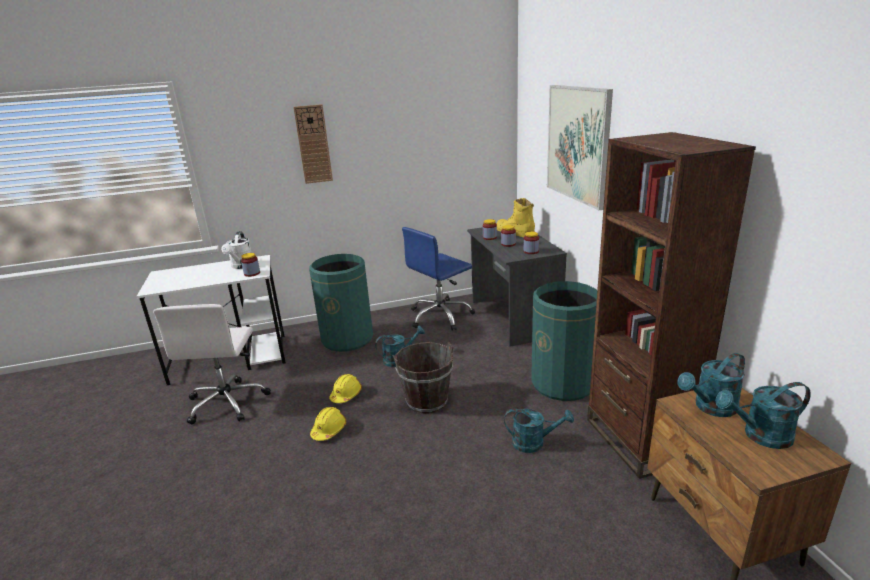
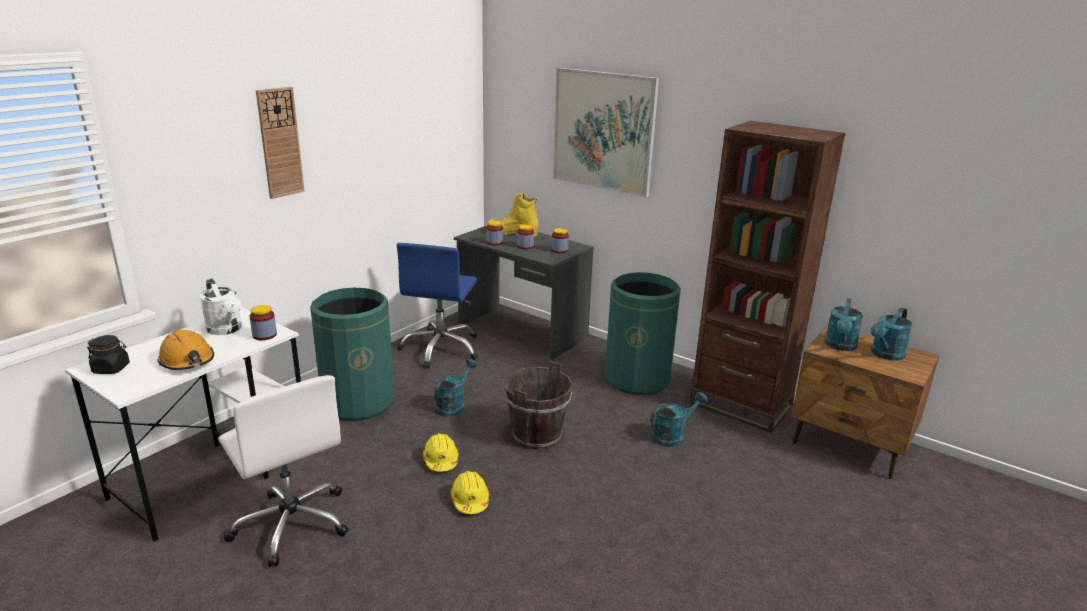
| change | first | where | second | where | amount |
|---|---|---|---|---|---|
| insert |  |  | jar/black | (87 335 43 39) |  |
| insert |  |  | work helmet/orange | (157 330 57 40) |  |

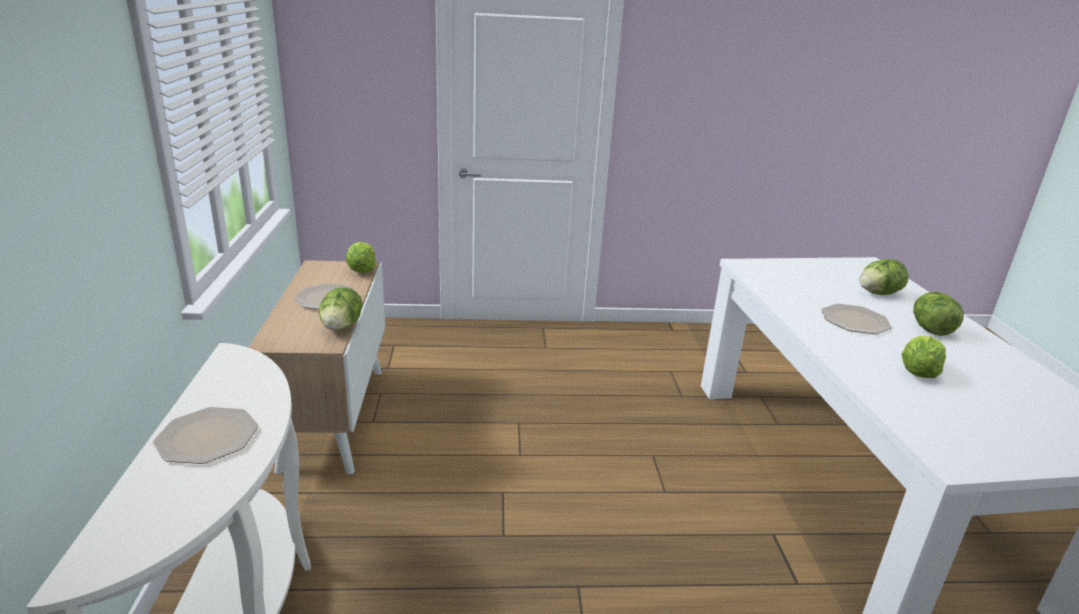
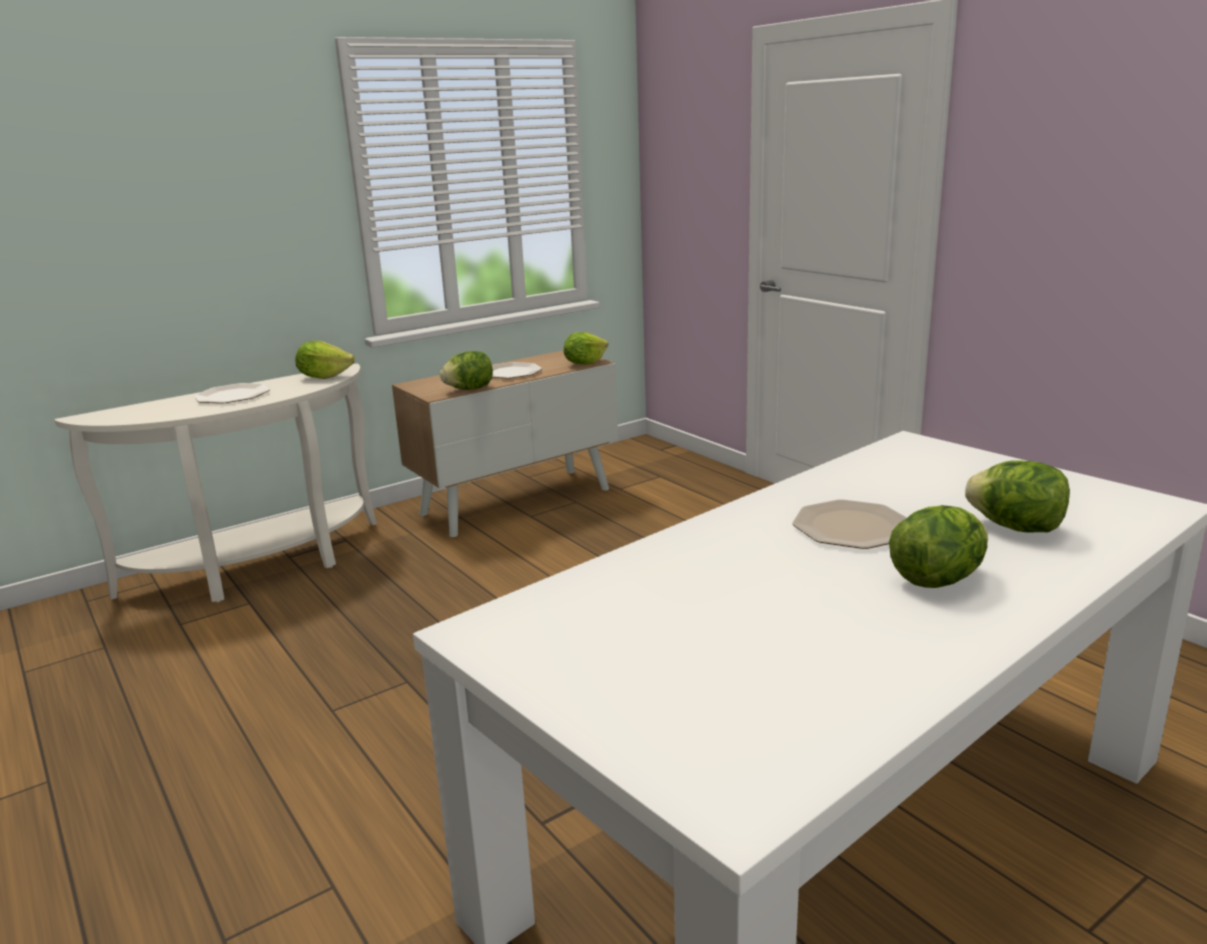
| change | first | where | second | where | amount |
|---|---|---|---|---|---|
| move | lettuce | (902 336 44 42) |  | (295 341 60 38) |  |

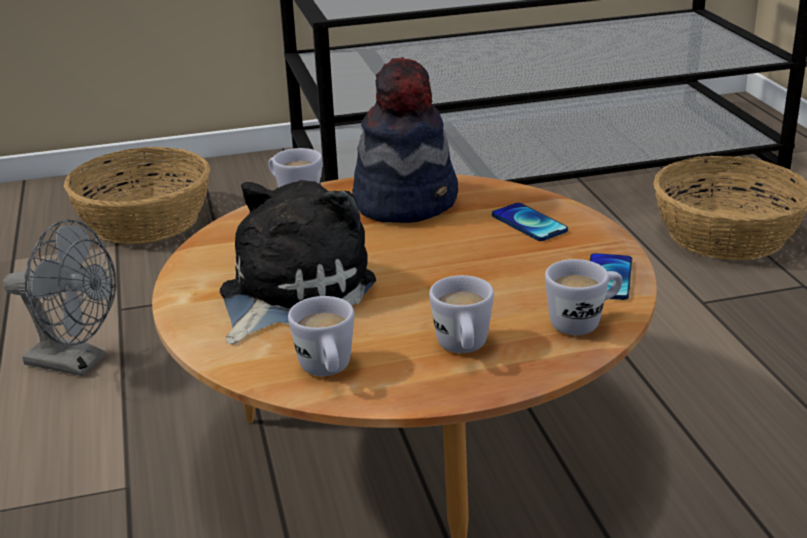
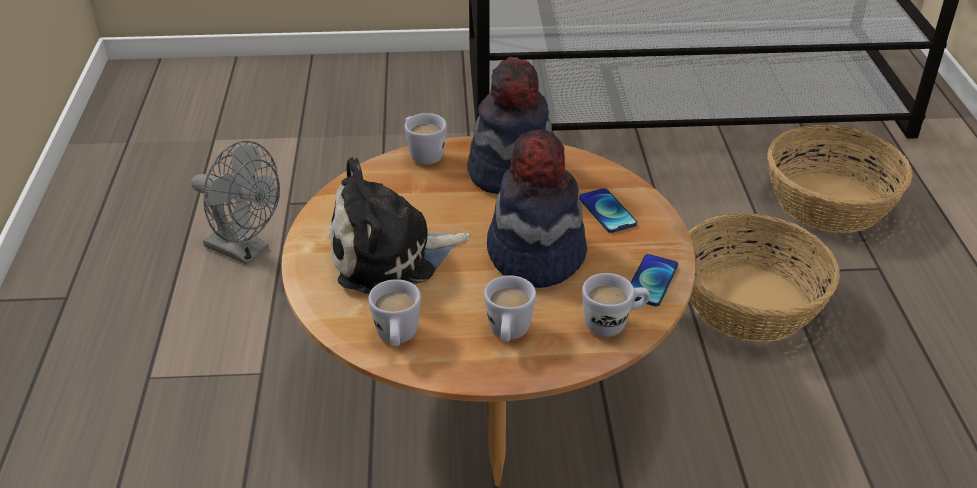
| change | first | where | second | where | amount |
|---|---|---|---|---|---|
| rotate | soft toy | (220 180 156 165) |  | (329 157 141 137) | 150 degrees counterclockwise |
| insert |  |  | clothing hat | (487 129 100 159) |  |
| move | household basket | (64 147 146 97) |  | (689 214 151 128) |  |

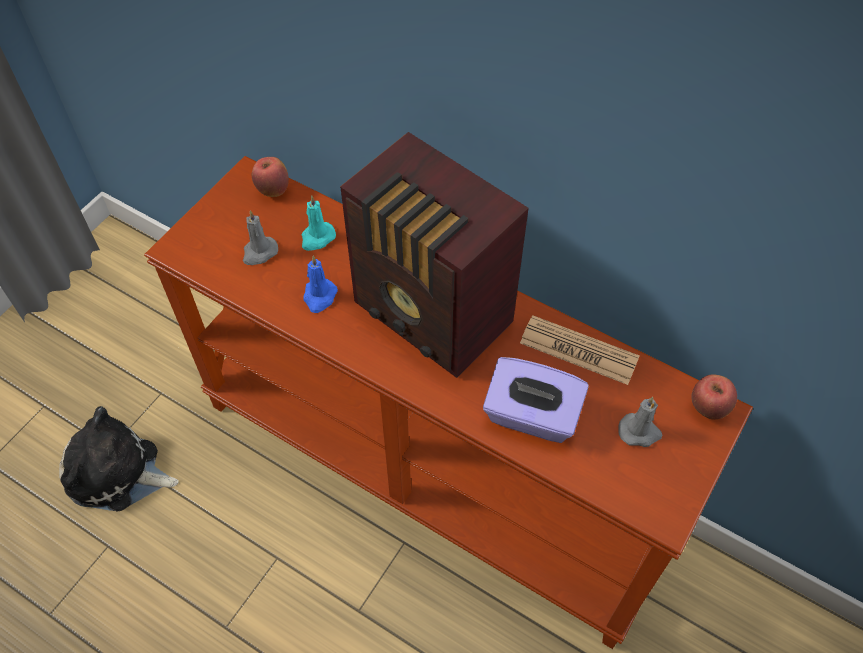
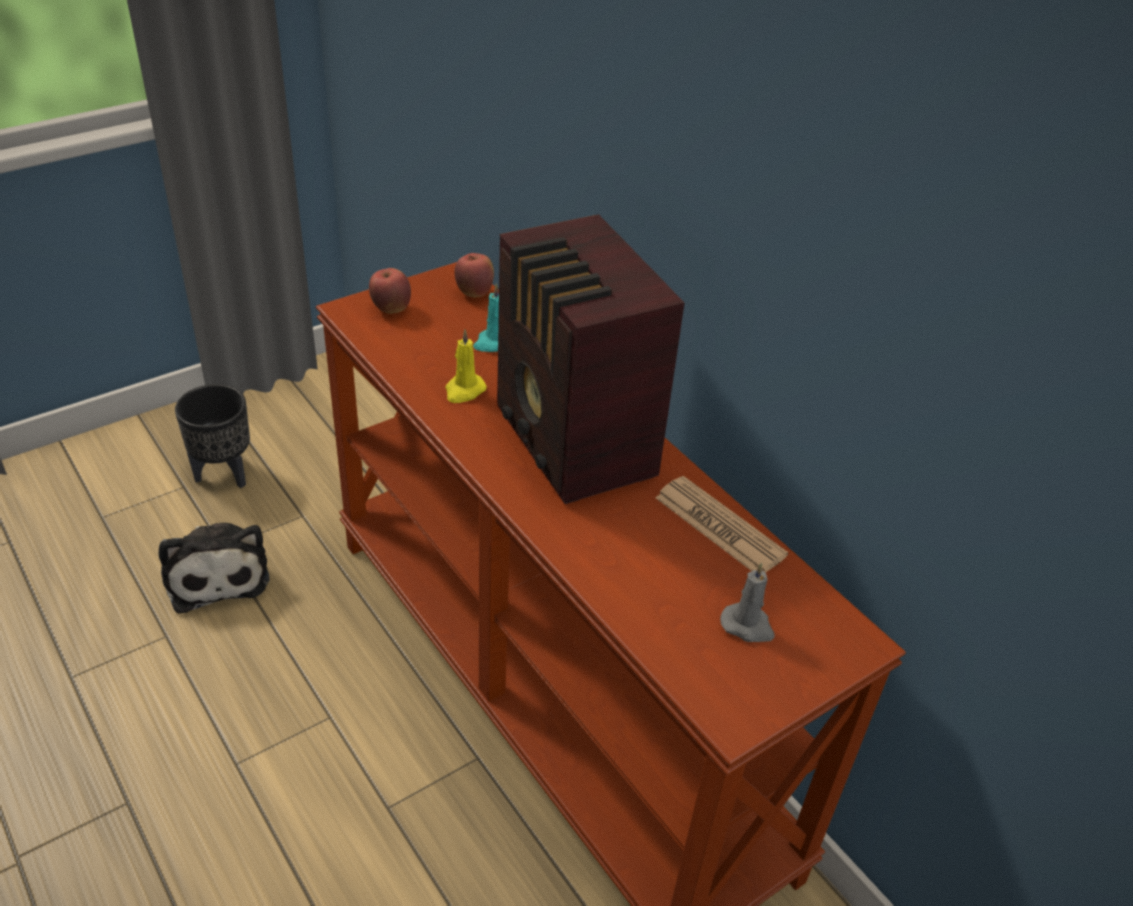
| change | first | where | second | where | amount |
|---|---|---|---|---|---|
| rotate | soft toy | (59 406 120 106) |  | (159 523 110 91) | 150 degrees counterclockwise |
| insert |  |  | flower pot/black | (175 384 75 104) |  |
| move | apple | (691 374 46 46) |  | (369 268 42 46) |  |
| recolor | candle/blue | (303 255 35 58) | candle/yellow | (445 329 42 74) |  |
| delete | candle/greyish | (243 210 35 55) |  |  |  |
| delete | tissue box/purple-coloured | (483 357 105 86) |  |  |  |

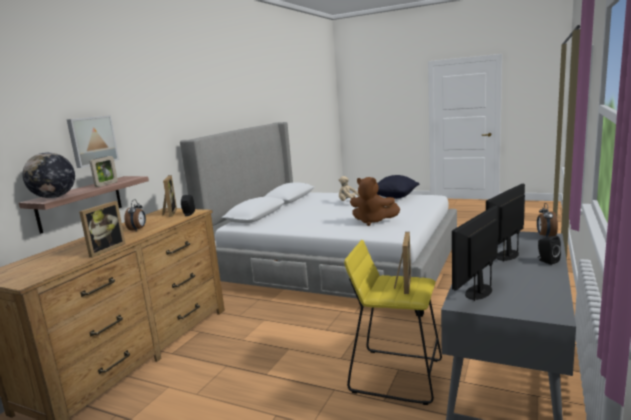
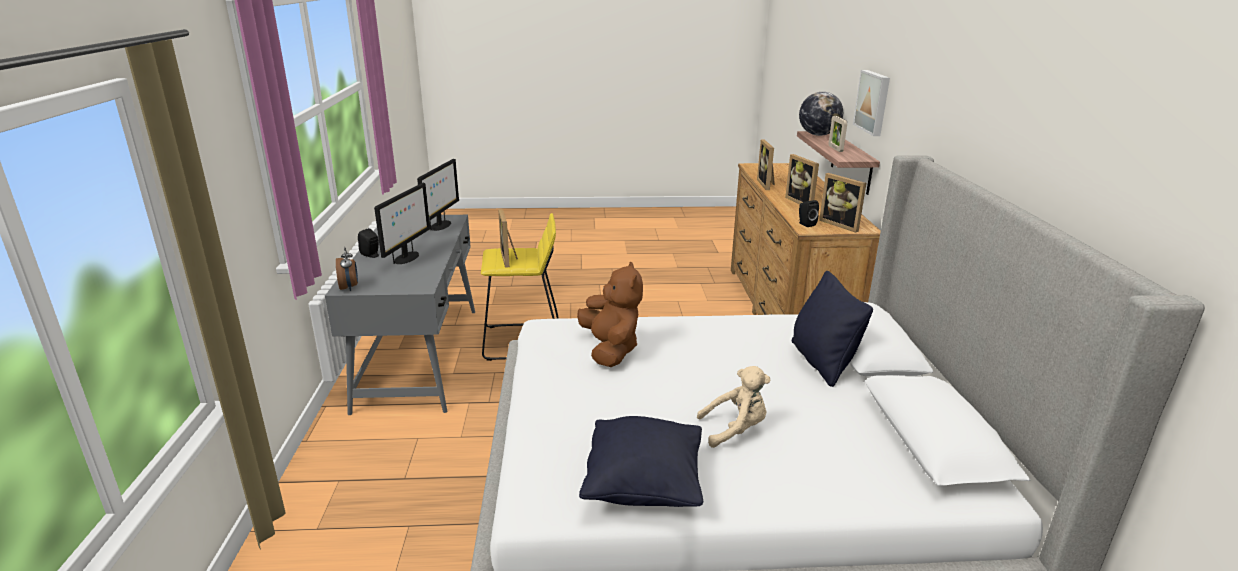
| change | first | where | second | where | amount |
|---|---|---|---|---|---|
| rotate | soft toy/brownish | (350 177 51 49) |  | (577 261 66 106) | 75 degrees clockwise |
| replace | bedside clock | (124 200 22 31) | photo frame | (785 154 34 50) |  |
| insert |  |  | cushion/black | (792 271 81 116) |  |

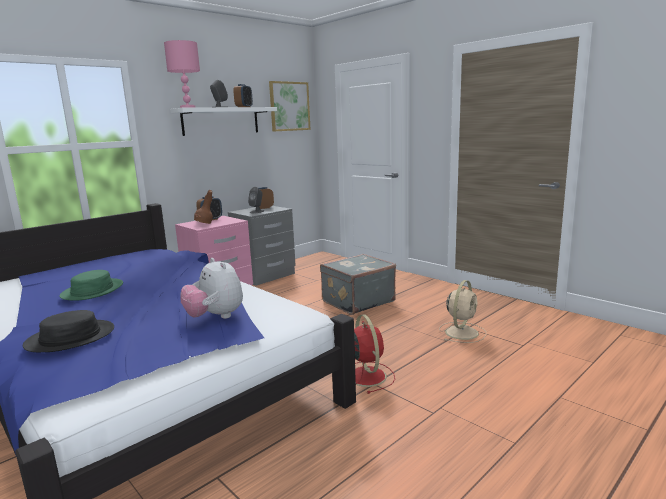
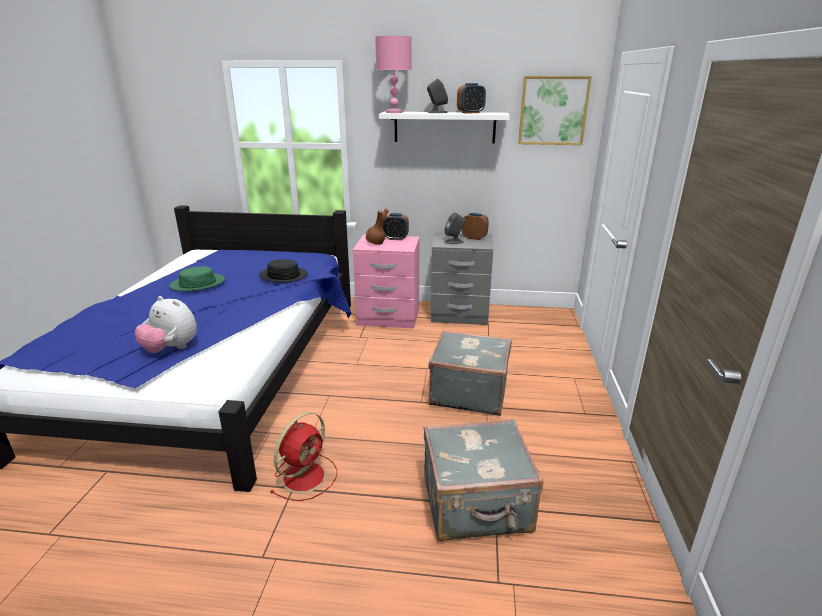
| change | first | where | second | where | amount |
|---|---|---|---|---|---|
| rotate | soft toy | (180 258 63 61) |  | (135 296 62 57) | 75 degrees counterclockwise |
| move | clothing hat/black | (23 310 91 42) |  | (259 259 49 24) |  |
| replace | fan/sand-coloured | (439 280 47 63) | travel case/greyish | (424 419 119 123) |  |

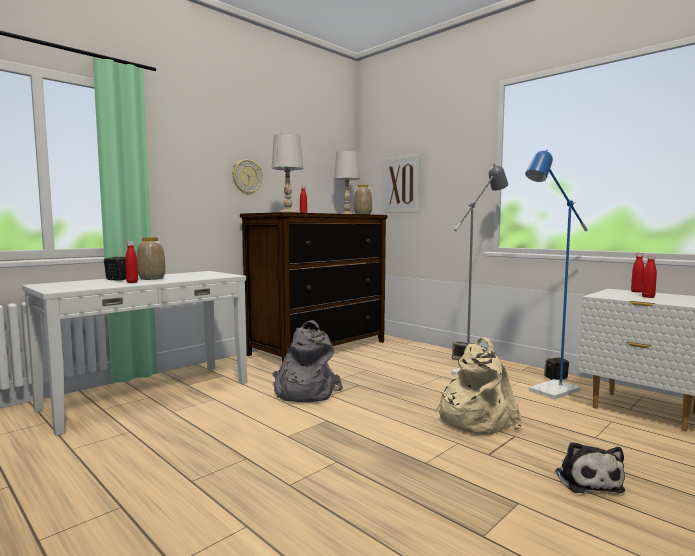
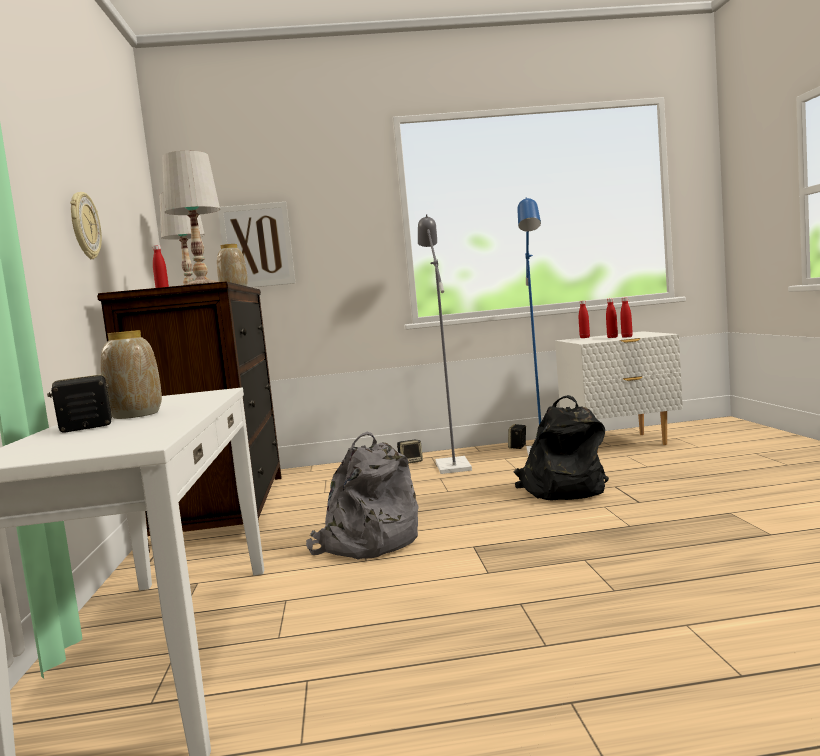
| change | first | where | second | where | amount |
|---|---|---|---|---|---|
| recolor | rucksack/sand-coloured | (435 337 87 98) | rucksack/black | (514 395 95 105) |  |
| move | bottle/red-coloured | (125 242 13 41) |  | (620 297 13 41) |  |
| delete | soft toy | (555 442 70 51) |  |  |  |

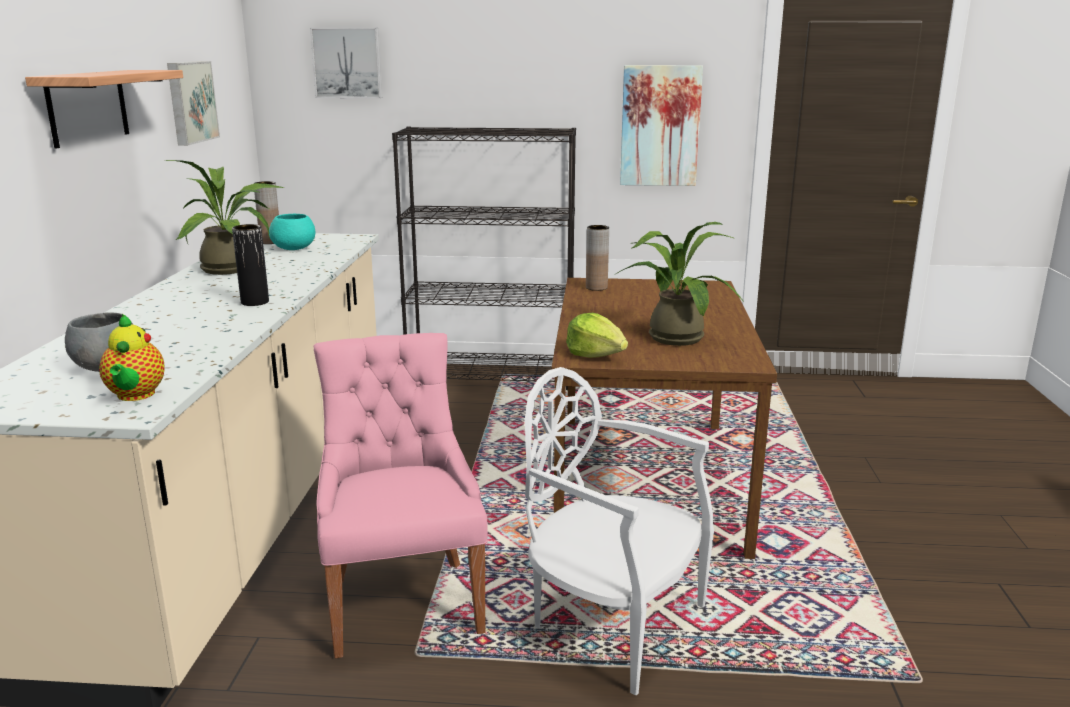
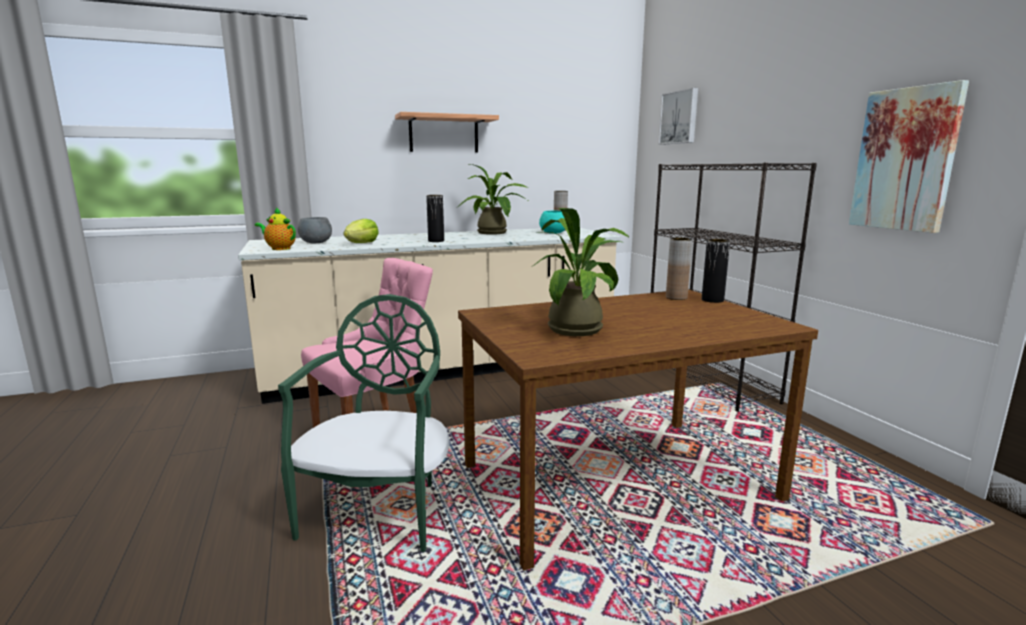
| change | first | where | second | where | amount |
|---|---|---|---|---|---|
| rotate | teapot | (99 314 65 87) |  | (255 207 41 43) | 60 degrees clockwise |
| recolor | upright chair/whitish | (525 367 189 328) | upright chair/greenish | (278 294 172 258) |  |
| move | lettuce | (566 313 62 45) |  | (343 219 36 24) |  |
| insert |  |  | vase/black | (702 239 28 64) |  |
| delete | picture | (167 61 53 85) |  |  |  |

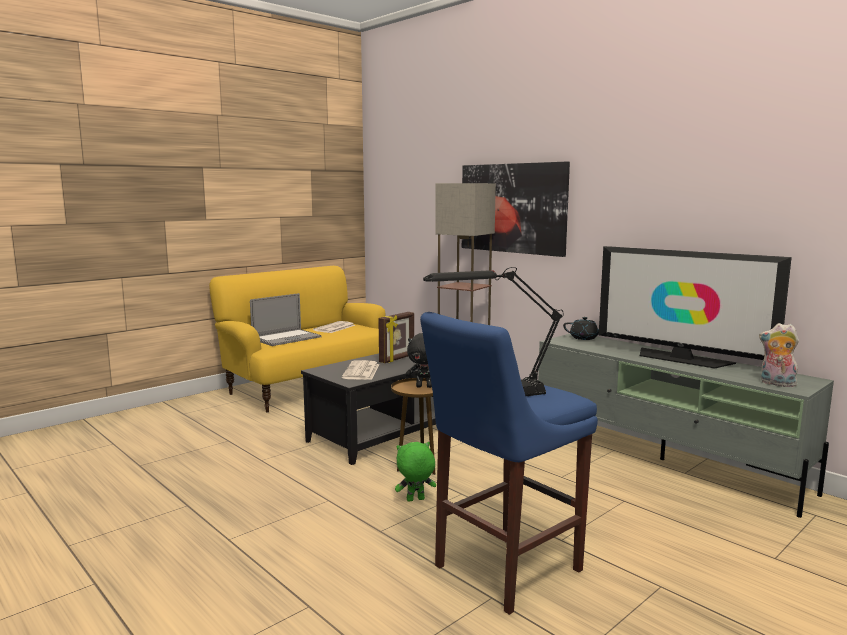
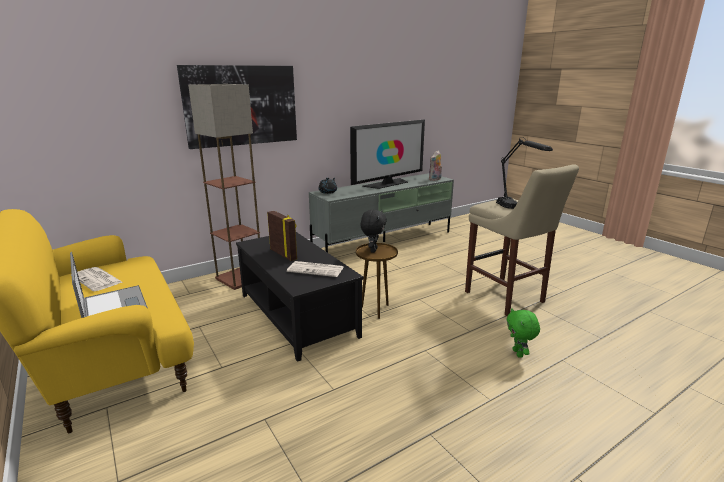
| change | first | where | second | where | amount |
|---|---|---|---|---|---|
| recolor | sitting stool/blue | (420 312 178 303) | sitting stool/sand-coloured | (465 165 114 151) |  |
| move | soft toy/greenish | (395 442 41 60) |  | (507 308 33 50) |  |

